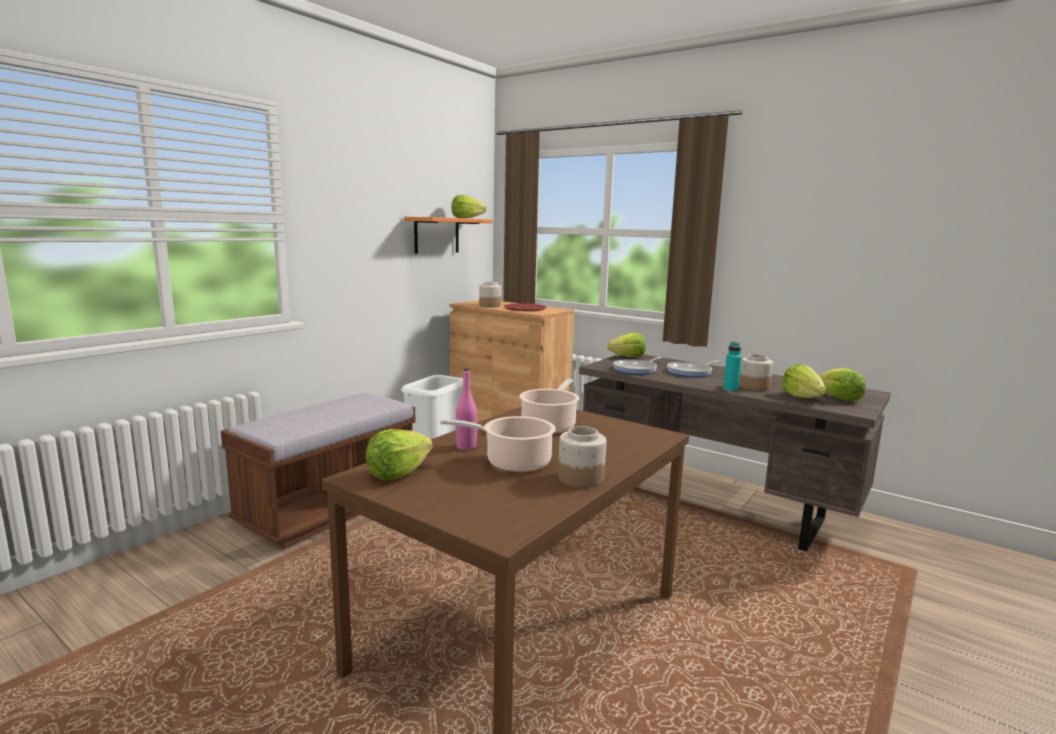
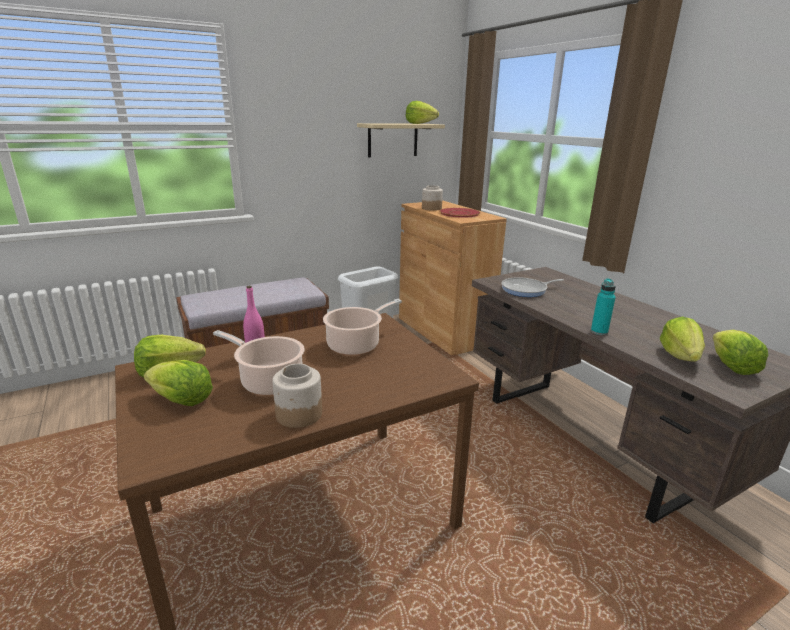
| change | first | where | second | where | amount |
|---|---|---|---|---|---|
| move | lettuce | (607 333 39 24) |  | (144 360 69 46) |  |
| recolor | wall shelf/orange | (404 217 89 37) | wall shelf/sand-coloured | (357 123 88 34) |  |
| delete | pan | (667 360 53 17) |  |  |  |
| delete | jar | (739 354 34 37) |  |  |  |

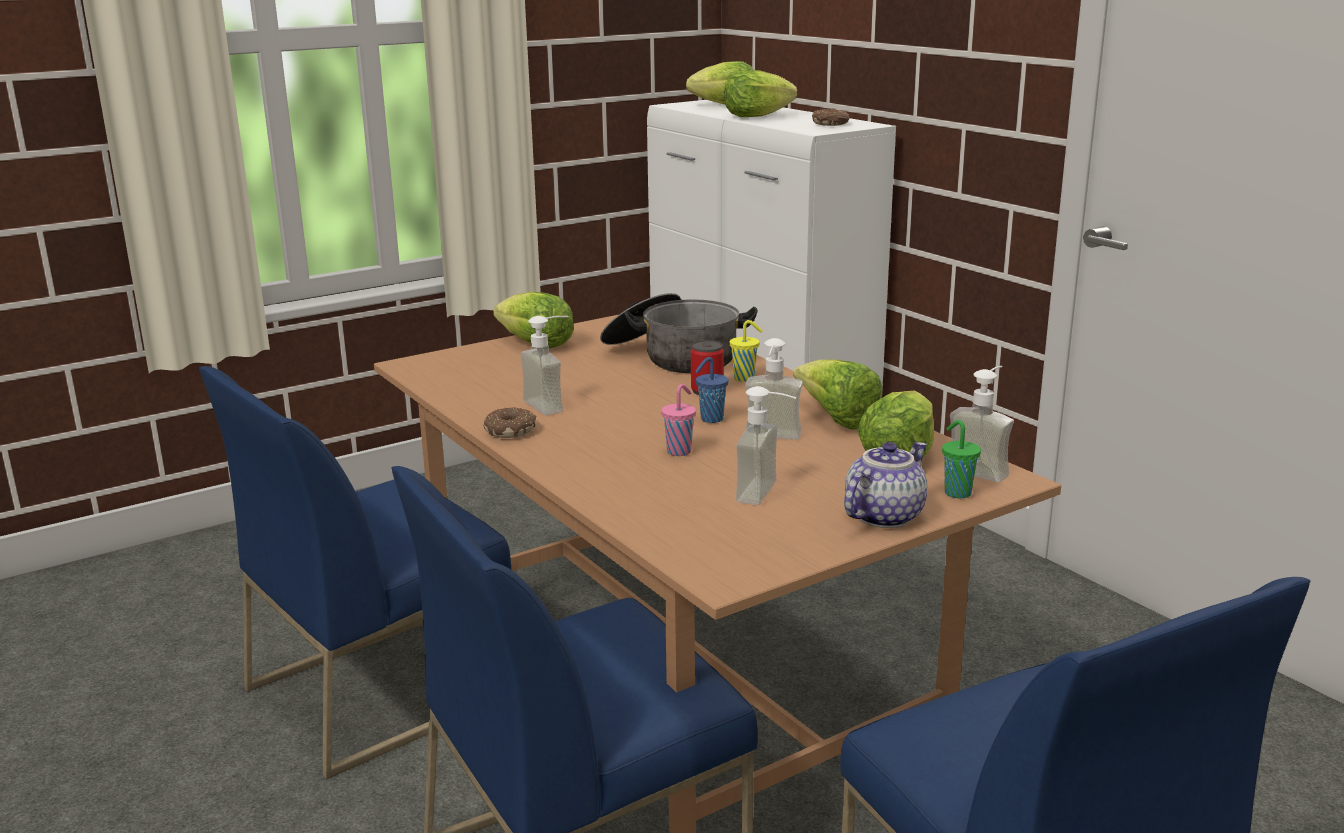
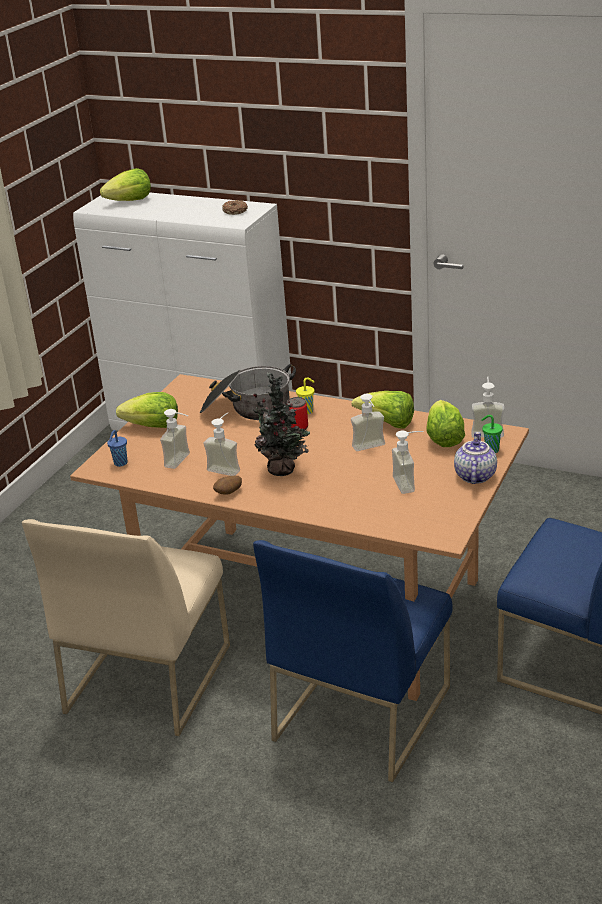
| change | first | where | second | where | amount |
|---|---|---|---|---|---|
| recolor | upright chair/blue | (199 366 312 413) | upright chair/sand-coloured | (22 519 208 217) |  |
| move | drinking cup/blue | (695 357 33 66) |  | (107 430 20 37) |  |
| insert |  |  | liquid soap bottle | (160 409 30 60) |  |
| replace | ring doughnut | (484 407 52 31) | whole potato | (213 476 29 19) |  |
| insert |  |  | plant in a pot | (248 372 62 104) |  |
| delete | drinking cup/pinkish | (661 384 35 72) |  |  |  |
| delete | lettuce | (724 70 73 47) |  |  |  |

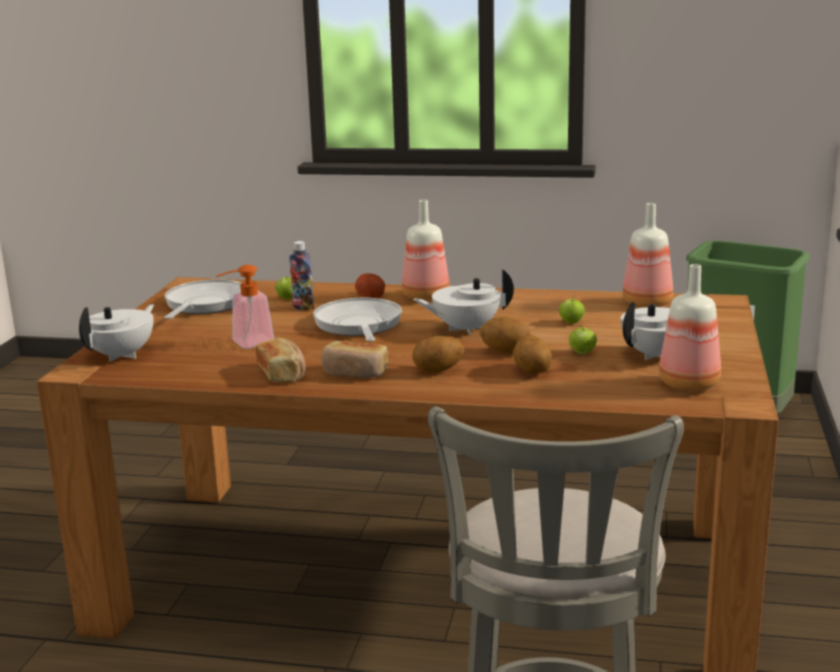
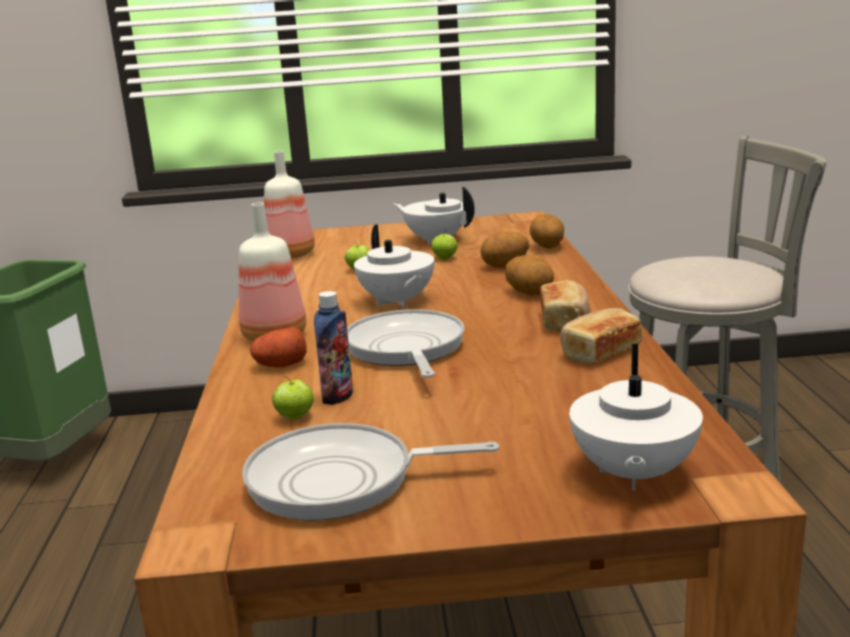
| change | first | where | second | where | amount |
|---|---|---|---|---|---|
| rotate | pan | (314 298 88 44) |  | (347 309 118 69) | 105 degrees clockwise |
| move | whole potato | (480 317 51 36) |  | (530 214 34 35) |  |
| rotate | teapot/whitish | (79 304 75 57) |  | (569 344 134 147) | 90 degrees counterclockwise |
| delete | liquid soap bottle | (216 265 58 84) |  |  |  |
| delete | bottle | (659 264 62 127) |  |  |  |

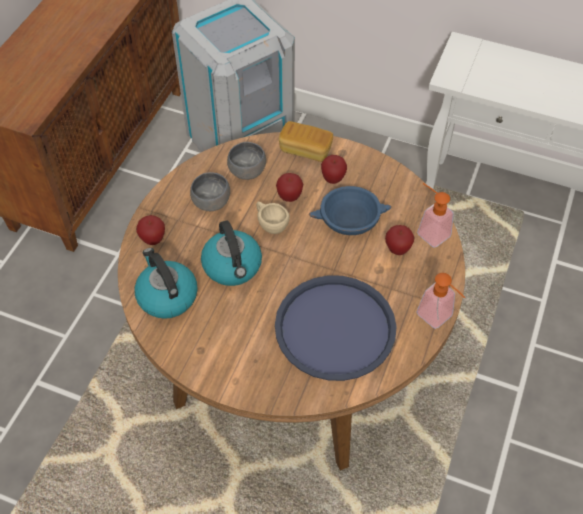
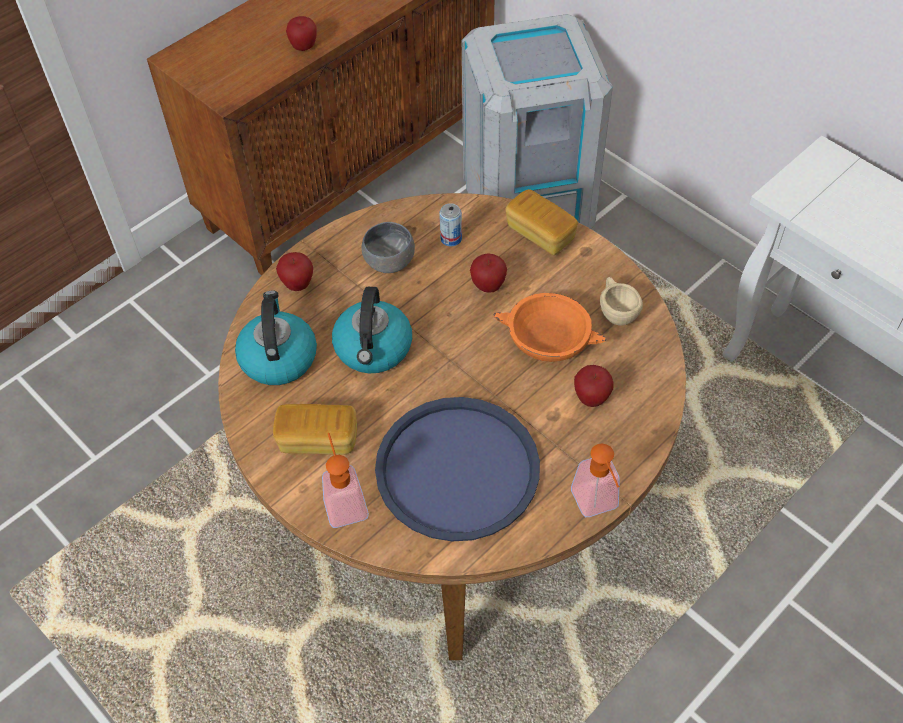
| change | first | where | second | where | amount |
|---|---|---|---|---|---|
| insert |  |  | bread | (273 404 84 51) |  |
| move | apple | (321 155 26 29) |  | (286 16 31 35) |  |
| move | liquid soap bottle | (417 183 36 65) |  | (322 433 47 95) |  |
| replace | deep dish/greyish | (227 142 39 38) | metal can | (439 203 23 43) |  |
| recolor | deep dish/blue | (309 186 83 49) | deep dish/orange | (493 293 113 69) |  |
| move | drinking cup/sand-coloured | (256 202 34 32) |  | (600 277 43 49) |  |

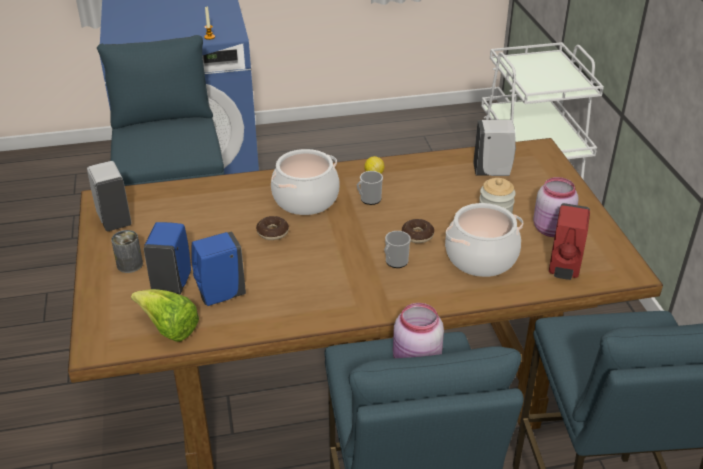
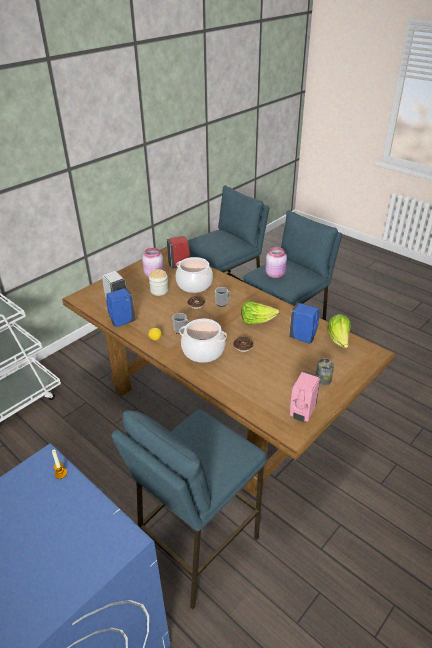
| change | first | where | second | where | amount |
|---|---|---|---|---|---|
| move | liquid soap bottle/blue | (144 222 47 73) |  | (106 288 30 39) |  |
| insert |  |  | lettuce | (241 301 39 24) |  |
| recolor | liquid soap bottle/whitish | (87 161 45 70) | liquid soap bottle/pinkish | (290 371 31 51) |  |

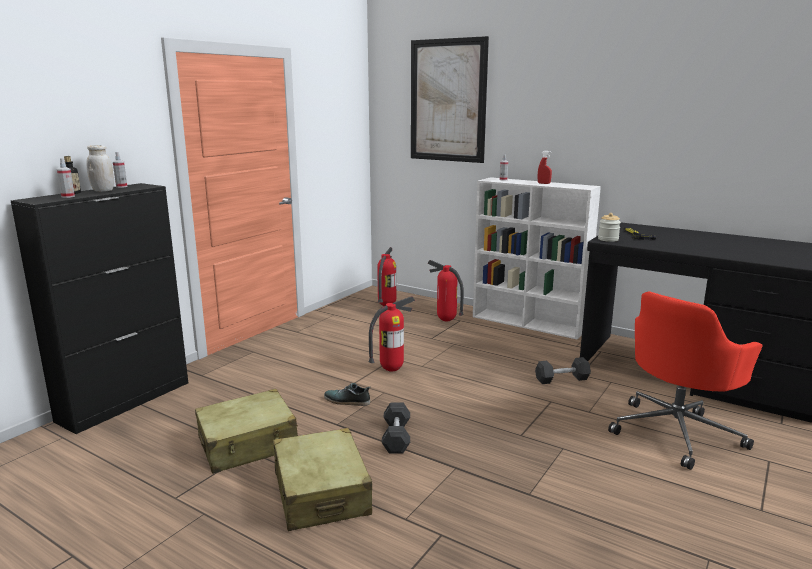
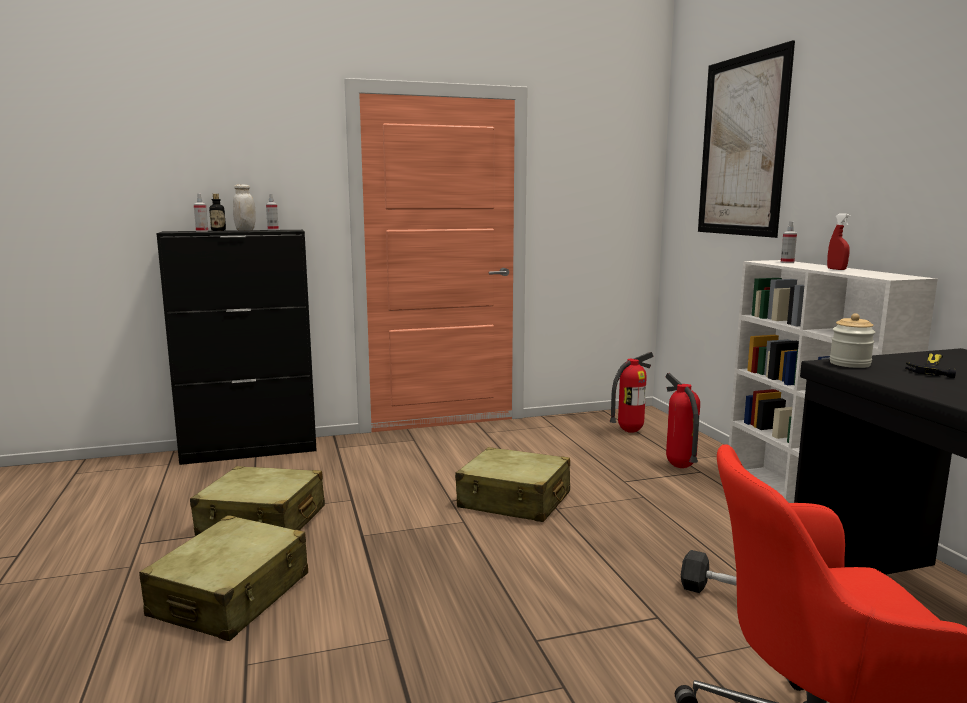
| change | first | where | second | where | amount |
|---|---|---|---|---|---|
| replace | fire-fighting cylinder | (369 296 46 76) | travel case/sand-coloured | (455 447 115 75) |  |
| delete | low shoe | (324 383 46 23) |  |  |  |
| delete | hand weight/greyish | (382 402 28 51) |  |  |  |

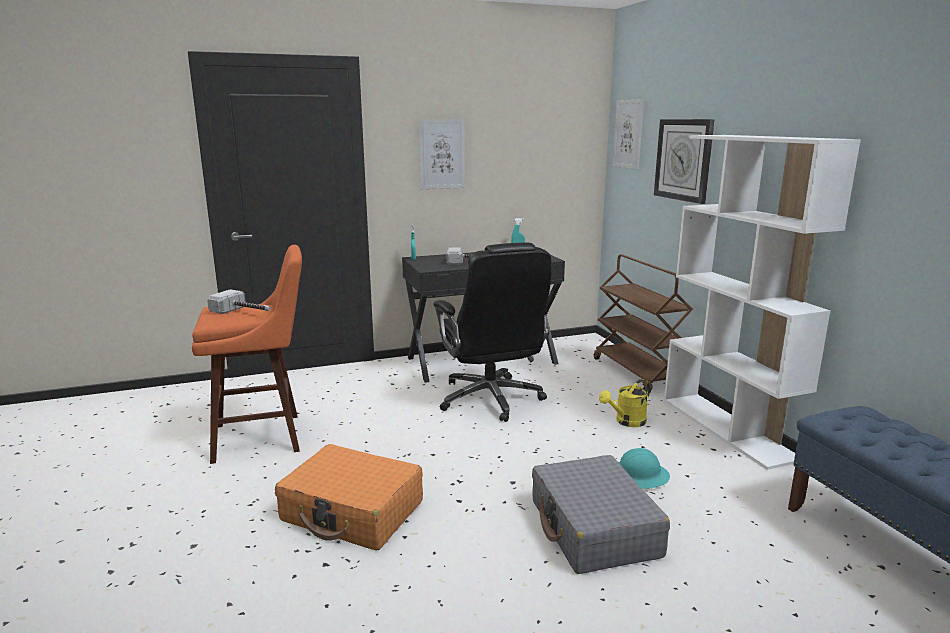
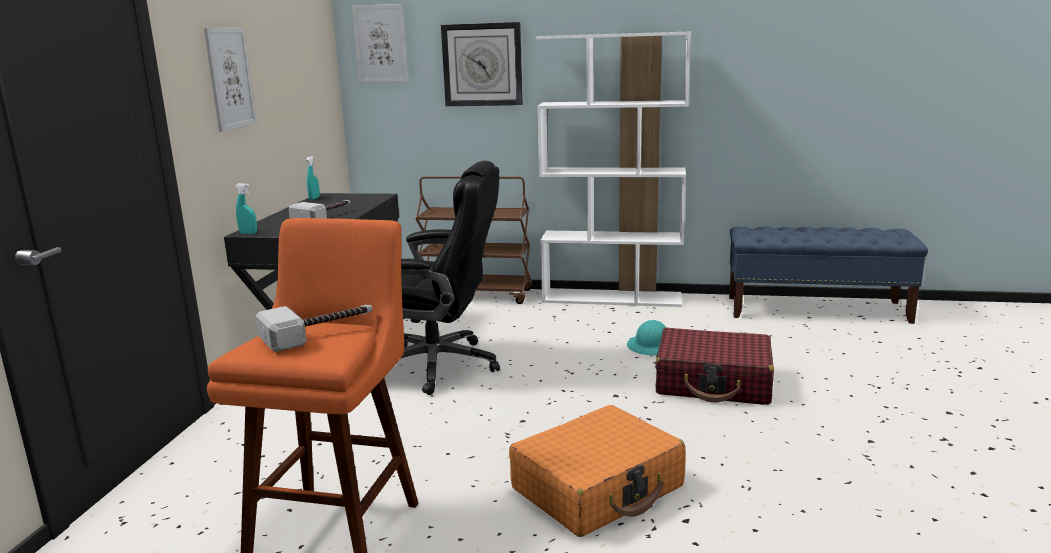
| change | first | where | second | where | amount |
|---|---|---|---|---|---|
| recolor | travel case/greyish | (532 455 138 119) | travel case/red-coloured | (655 327 119 78) |  |
| delete | watering pot/yellow | (599 379 51 48) |  |  |  |

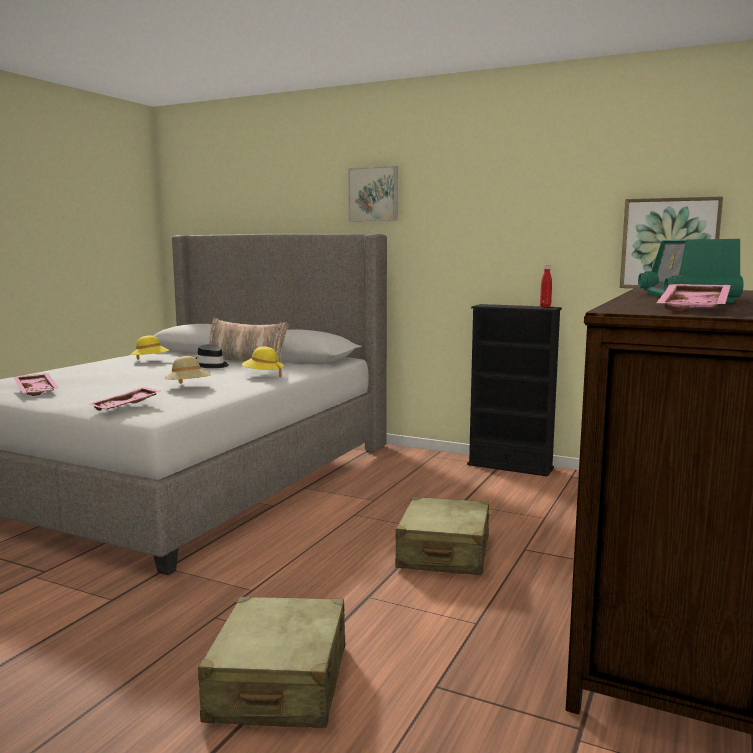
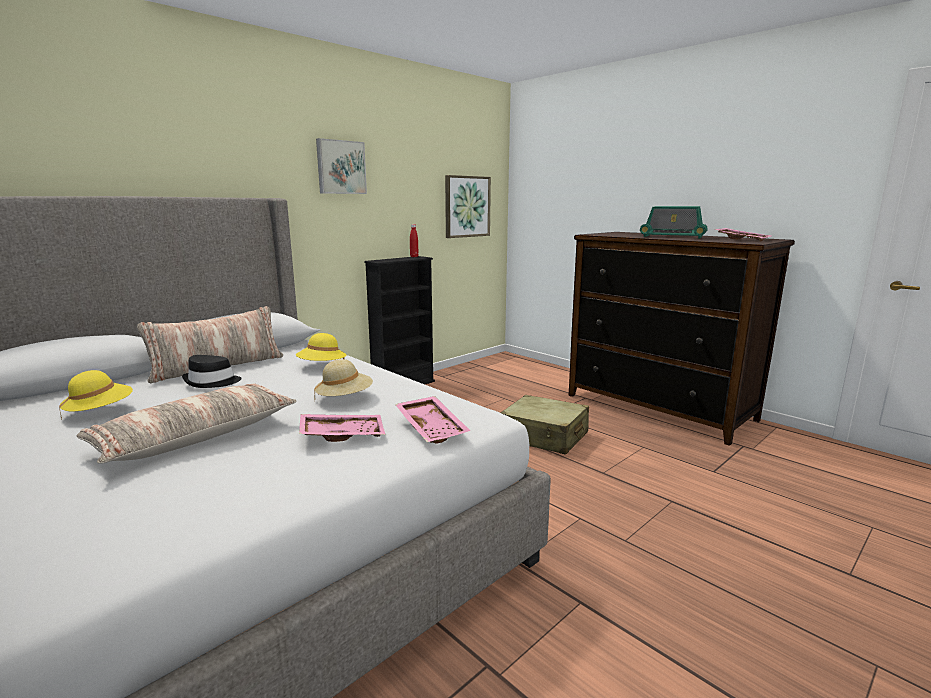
| change | first | where | second | where | amount |
|---|---|---|---|---|---|
| insert |  |  | cushion | (76 383 221 81) |  |
| move | serving tray/pinkish | (13 373 46 23) |  | (299 414 87 28) |  |
| move | picture | (348 166 50 55) |  | (316 138 51 56) |  |
| delete | travel case/sand-coloured | (198 597 148 131) |  |  |  |

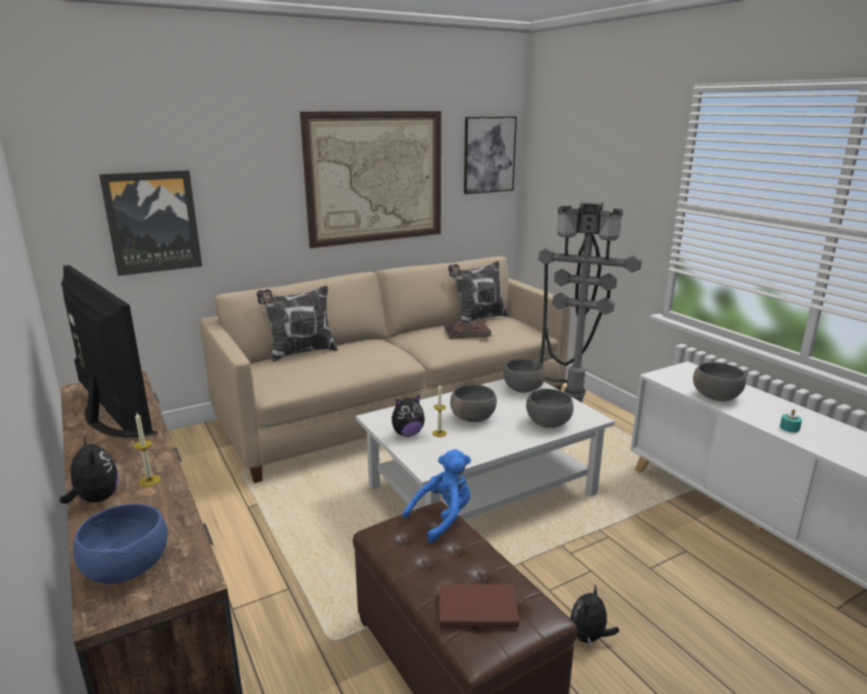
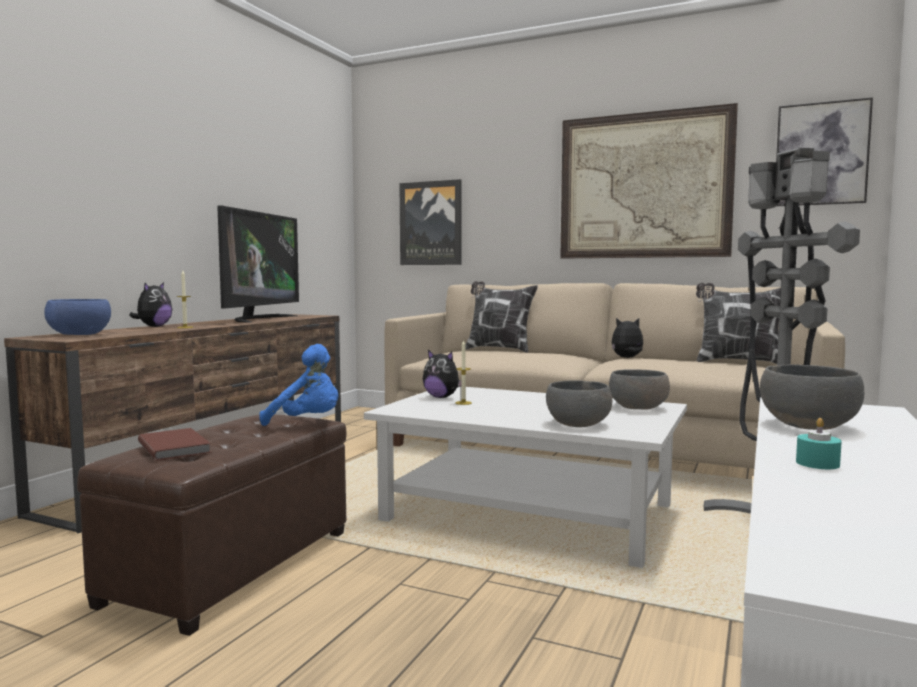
| change | first | where | second | where | amount |
|---|---|---|---|---|---|
| move | soft toy | (570 585 49 62) |  | (612 318 31 40) |  |
| delete | book/brownish | (444 322 48 17) |  |  |  |
| delete | deep dish/greyish | (450 384 47 38) |  |  |  |

